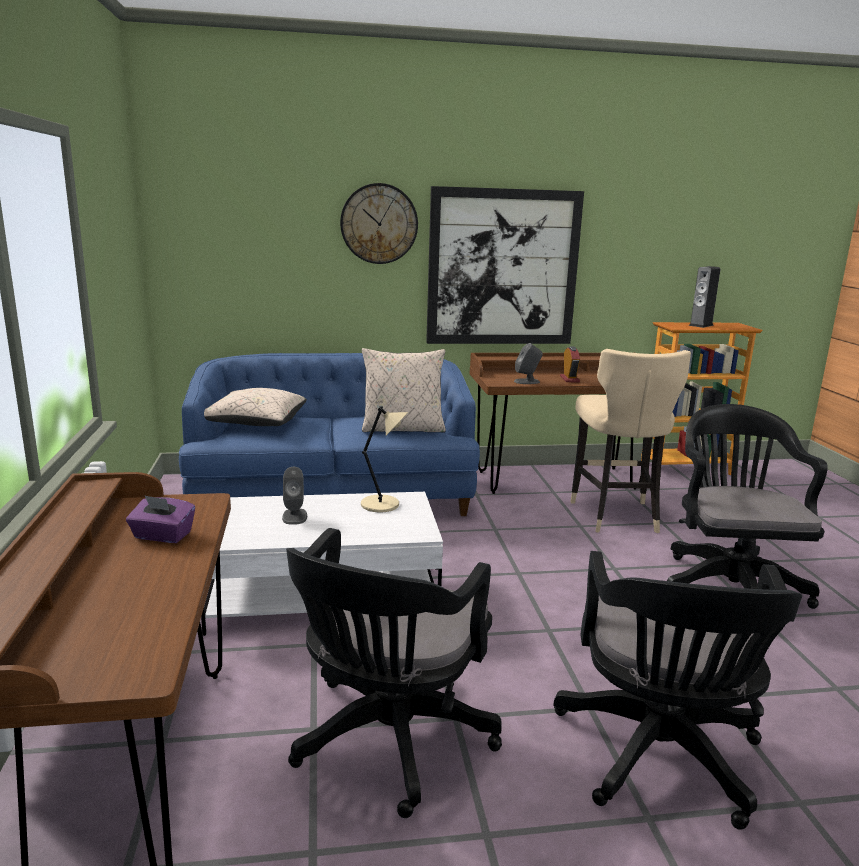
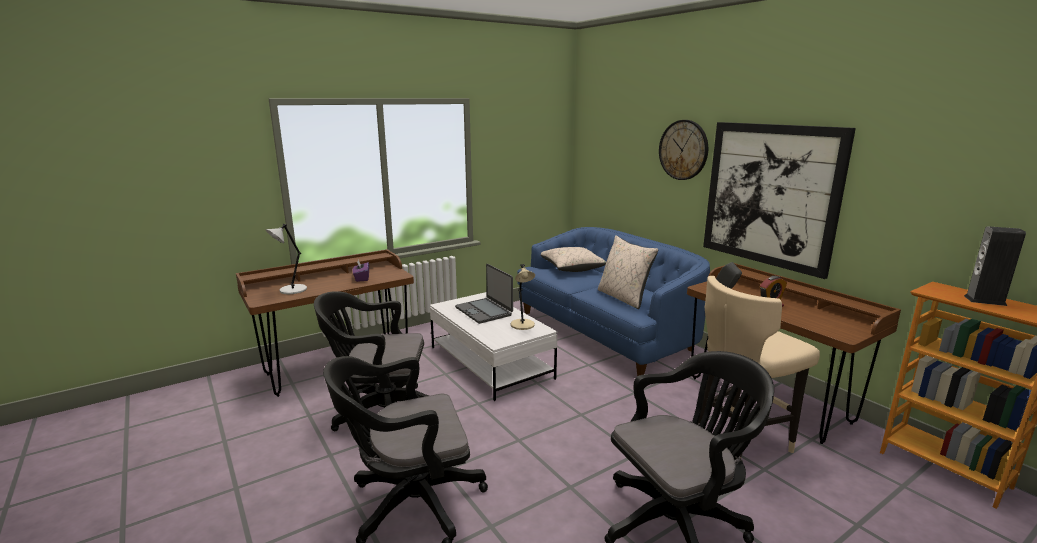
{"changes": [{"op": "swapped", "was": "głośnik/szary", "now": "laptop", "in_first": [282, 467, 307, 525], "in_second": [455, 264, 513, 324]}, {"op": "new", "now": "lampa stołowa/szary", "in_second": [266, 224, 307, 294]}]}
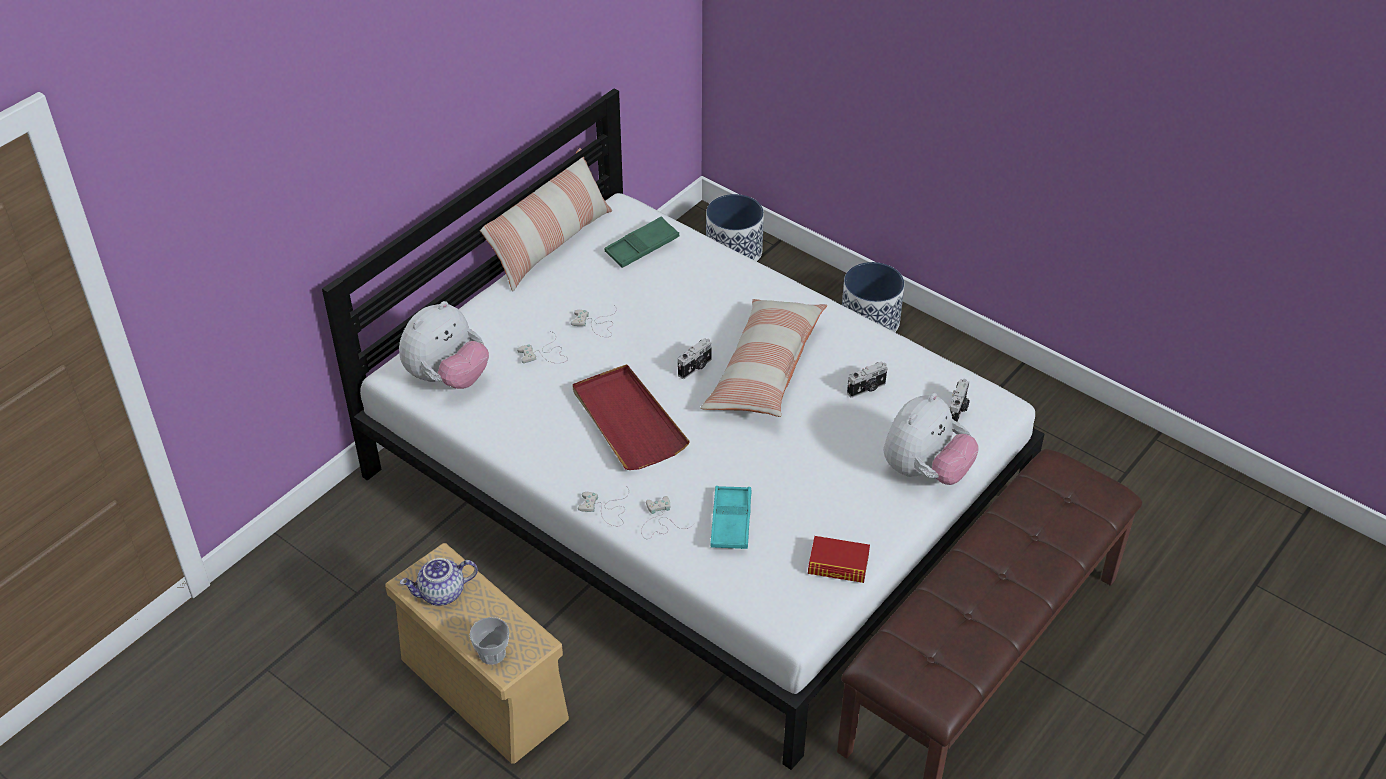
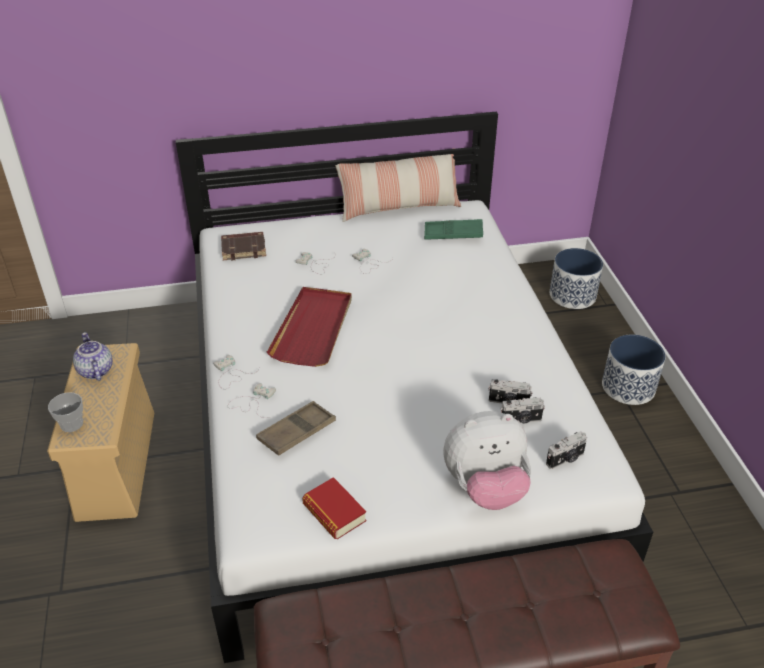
{"changes": [{"op": "swapped", "was": "pluszak", "now": "książka/brązowy", "in_first": [399, 301, 489, 389], "in_second": [221, 232, 266, 261]}, {"op": "rotated", "was": "imbryk", "in_first": [400, 558, 478, 606], "in_second": [73, 332, 113, 381], "clockwise": 45}, {"op": "shifted", "was": "aparat fotograficzny", "in_first": [678, 338, 712, 379], "in_second": [500, 397, 545, 423]}, {"op": "gone", "was": "poduszka", "in_first": [700, 299, 827, 417]}, {"op": "repainted", "was": "taca/turkusowy", "now": "taca/brązowy", "in_first": [710, 486, 752, 549], "in_second": [256, 401, 336, 456]}]}
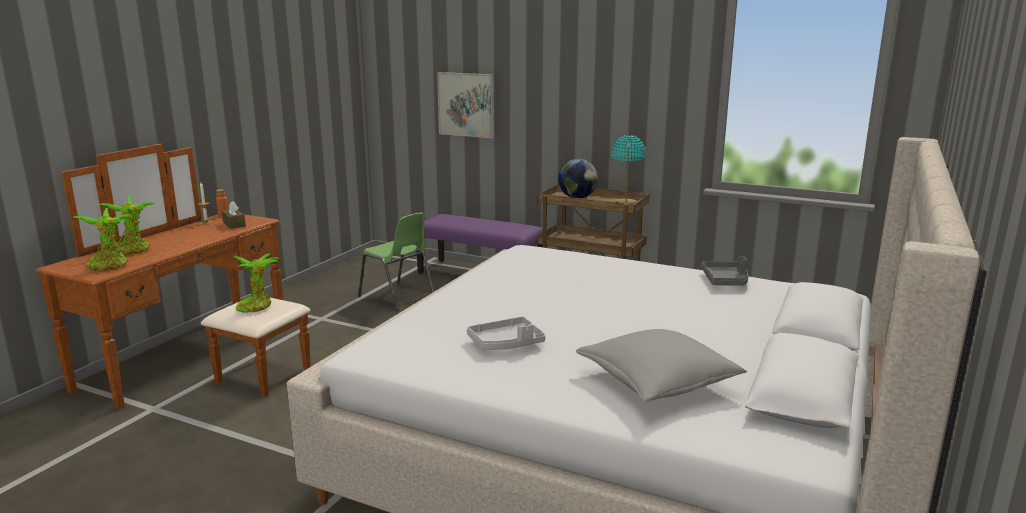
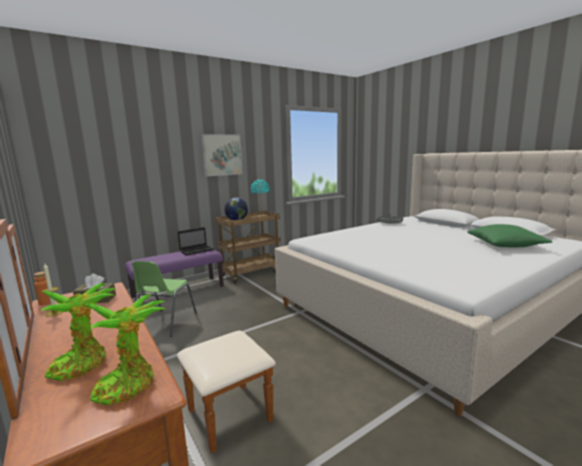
{"changes": [{"op": "gone", "was": "roślina doniczkowa", "in_first": [233, 254, 279, 313]}, {"op": "rotated", "was": "krzesło/zielony", "in_first": [358, 213, 434, 311], "in_second": [132, 261, 197, 337], "clockwise": 120}, {"op": "shifted", "was": "obraz", "in_first": [437, 72, 494, 138], "in_second": [201, 134, 243, 176]}, {"op": "gone", "was": "taca/szary", "in_first": [467, 316, 545, 350]}, {"op": "repainted", "was": "poduszka/szary", "now": "poduszka/zielony", "in_first": [576, 329, 747, 402], "in_second": [467, 224, 552, 248]}, {"op": "new", "now": "laptop", "in_second": [178, 227, 214, 255]}]}
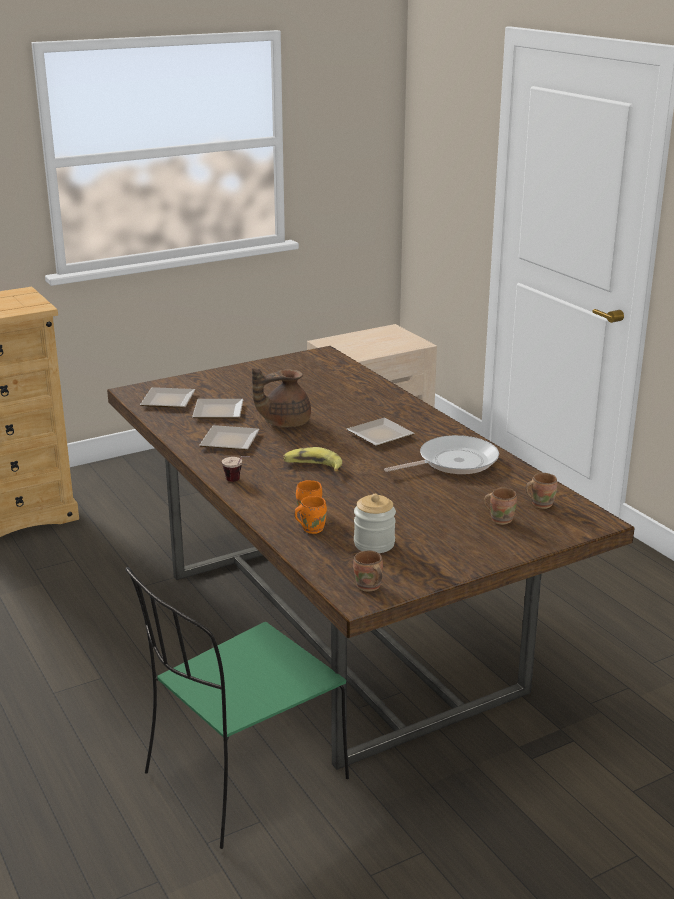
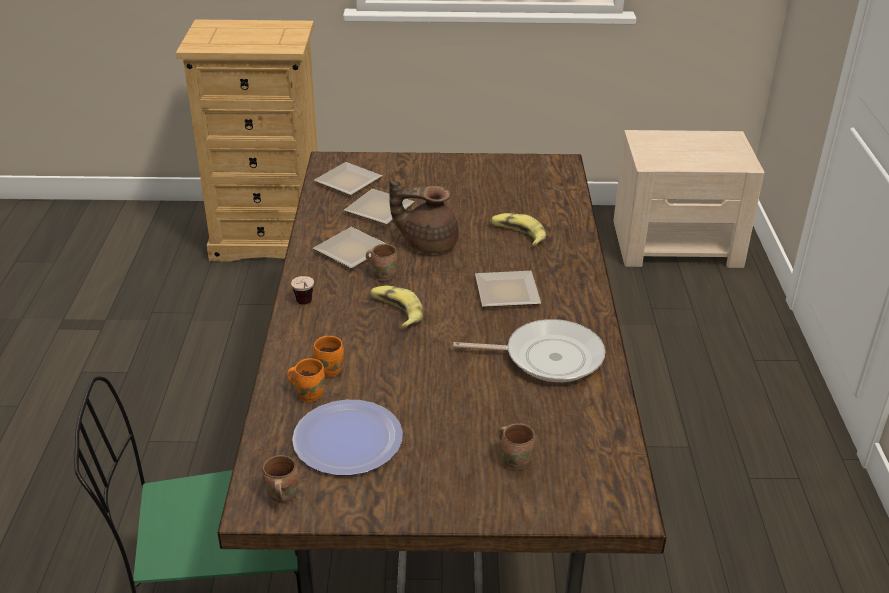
{"changes": [{"op": "swapped", "was": "słoik", "now": "talerz", "in_first": [354, 494, 396, 553], "in_second": [292, 400, 403, 476]}, {"op": "shifted", "was": "kubek/brązowy", "in_first": [525, 473, 557, 509], "in_second": [366, 244, 397, 281]}, {"op": "new", "now": "banan", "in_second": [490, 213, 546, 246]}]}
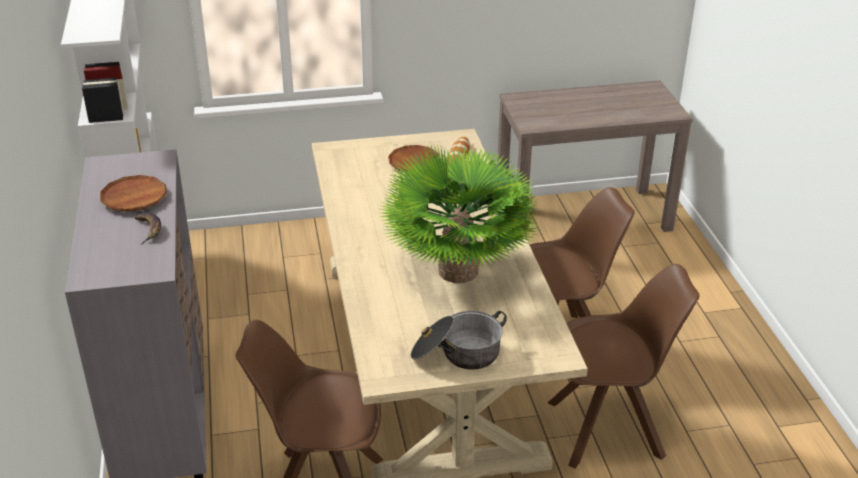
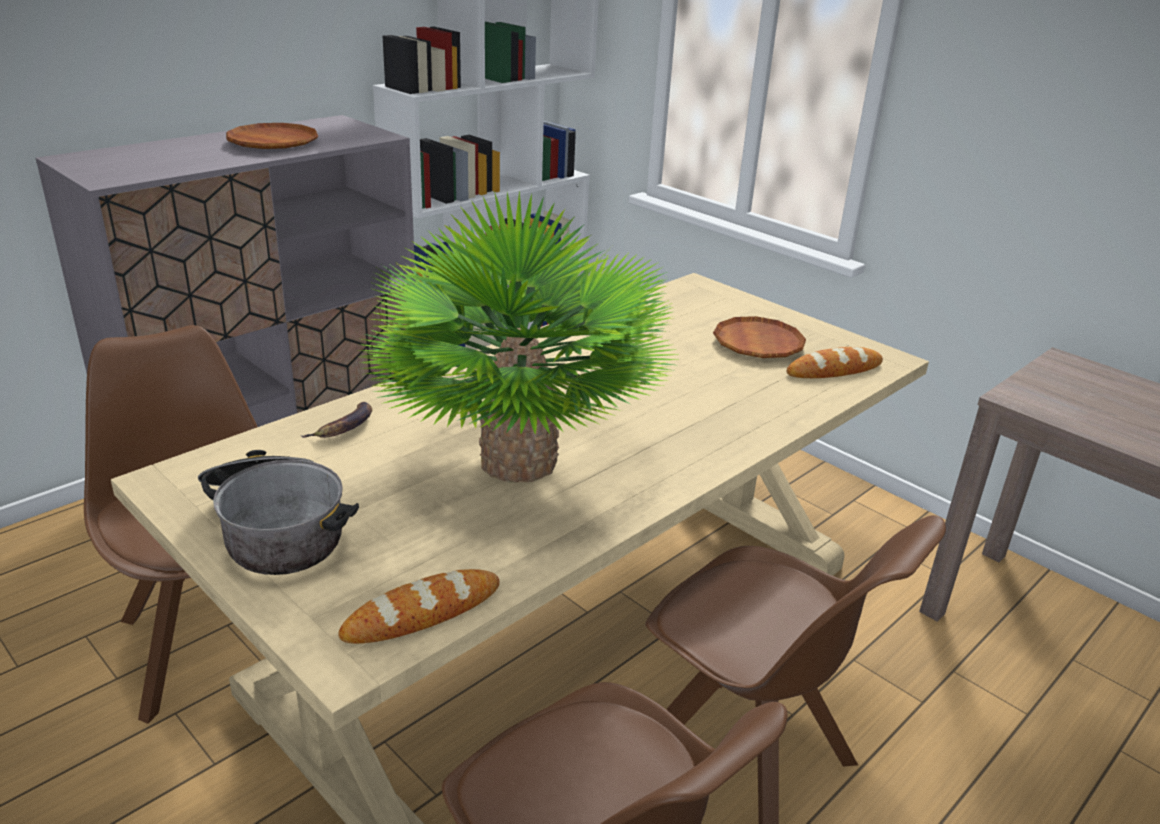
{"changes": [{"op": "shifted", "was": "banan", "in_first": [135, 213, 161, 245], "in_second": [301, 402, 372, 438]}, {"op": "new", "now": "chleb", "in_second": [338, 569, 500, 644]}]}
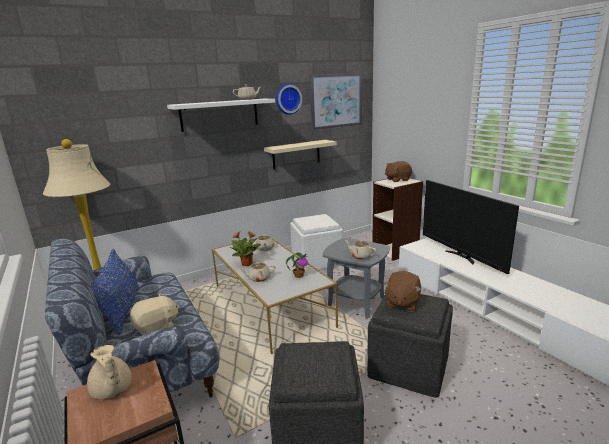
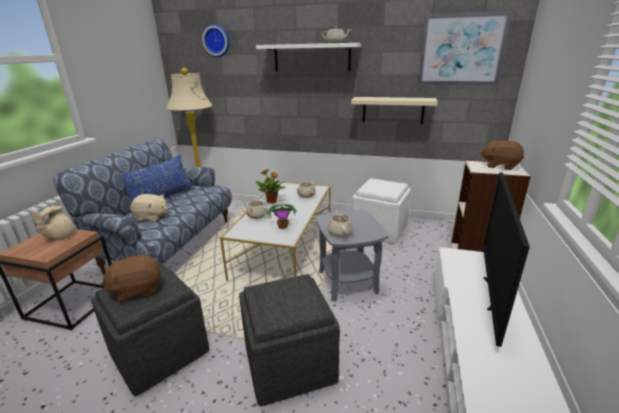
{"changes": [{"op": "shifted", "was": "zegar ścienny", "in_first": [276, 83, 302, 115], "in_second": [202, 24, 230, 57]}, {"op": "shifted", "was": "pluszak/brązowy", "in_first": [383, 271, 421, 312], "in_second": [100, 254, 162, 303]}]}
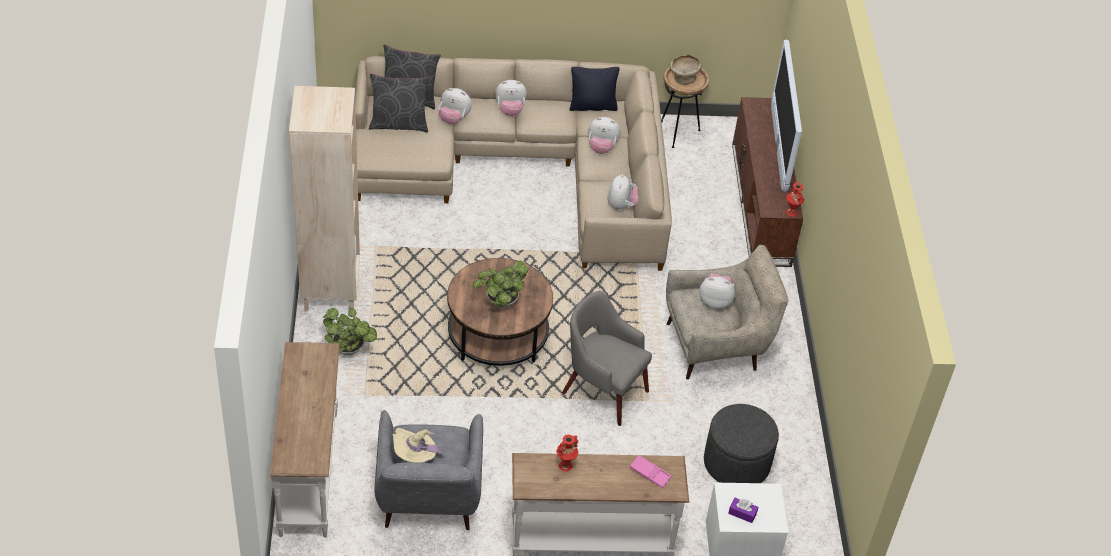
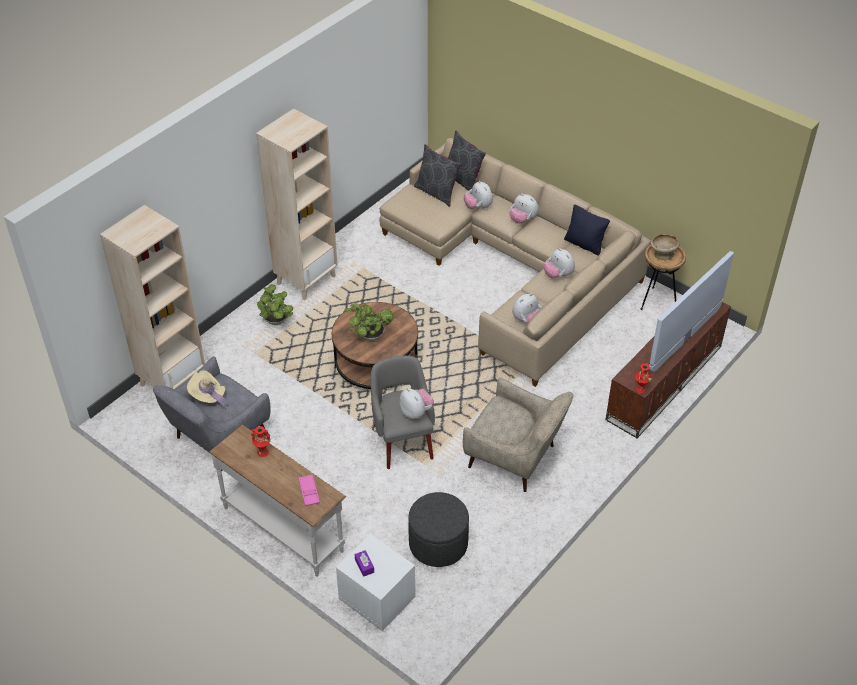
{"changes": [{"op": "swapped", "was": "stolik konsolowy/biały", "now": "regał/beżowy", "in_first": [270, 342, 340, 538], "in_second": [100, 205, 205, 389]}, {"op": "shifted", "was": "pluszak", "in_first": [699, 273, 735, 309], "in_second": [399, 388, 434, 419]}]}
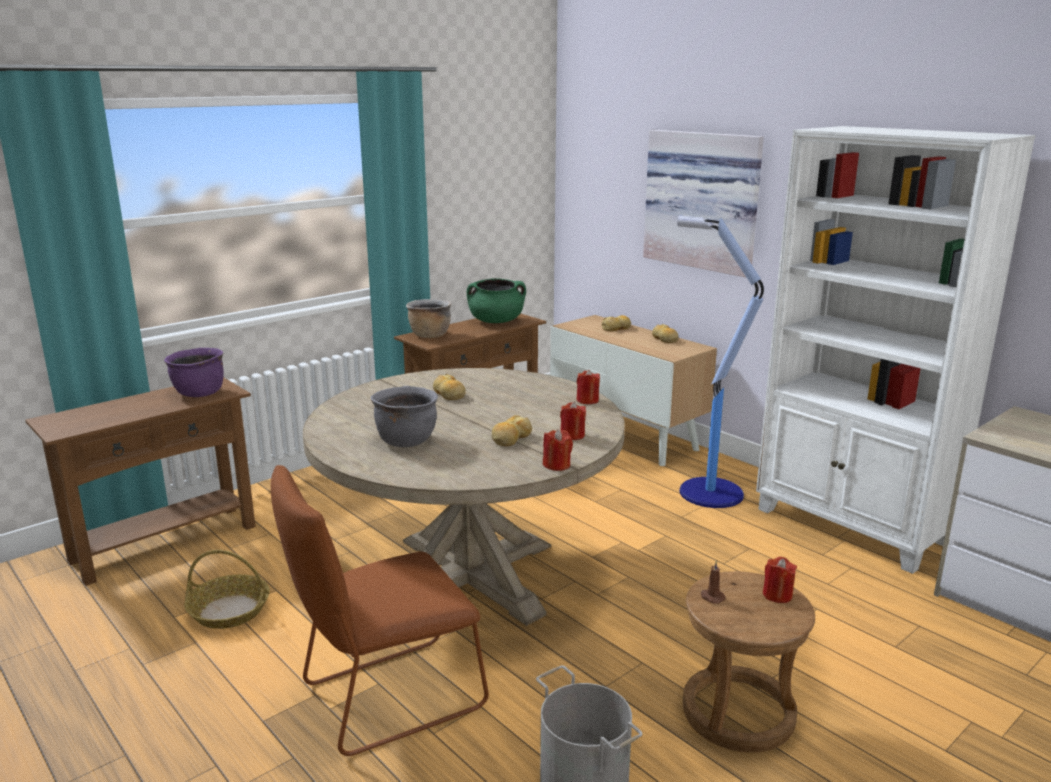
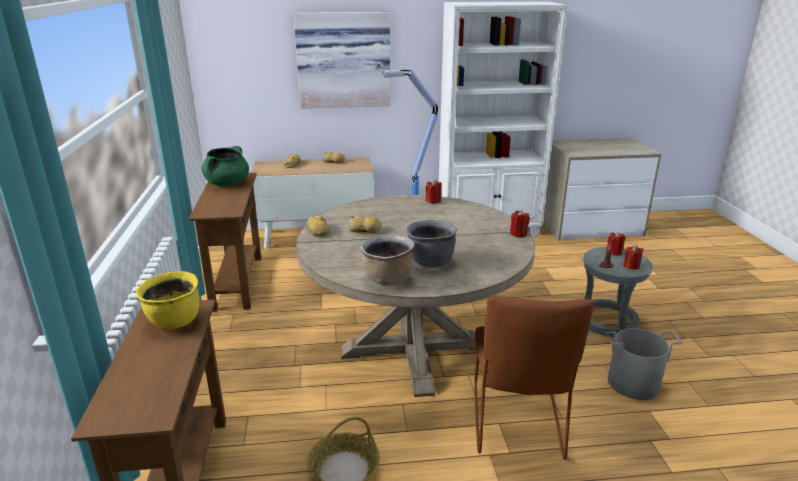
{"changes": [{"op": "repainted", "was": "garnek/fioletowy", "now": "garnek/żółty", "in_first": [164, 348, 224, 397], "in_second": [136, 271, 199, 329]}, {"op": "shifted", "was": "garnek/brązowy", "in_first": [406, 299, 451, 338], "in_second": [360, 234, 415, 286]}, {"op": "shifted", "was": "chleb", "in_first": [491, 415, 532, 446], "in_second": [307, 215, 330, 237]}, {"op": "shifted", "was": "świeca/czerwony", "in_first": [560, 402, 586, 440], "in_second": [623, 245, 643, 270]}, {"op": "repainted", "was": "stołek/brązowy", "now": "stołek/szary", "in_first": [683, 571, 815, 753], "in_second": [583, 247, 653, 337]}]}
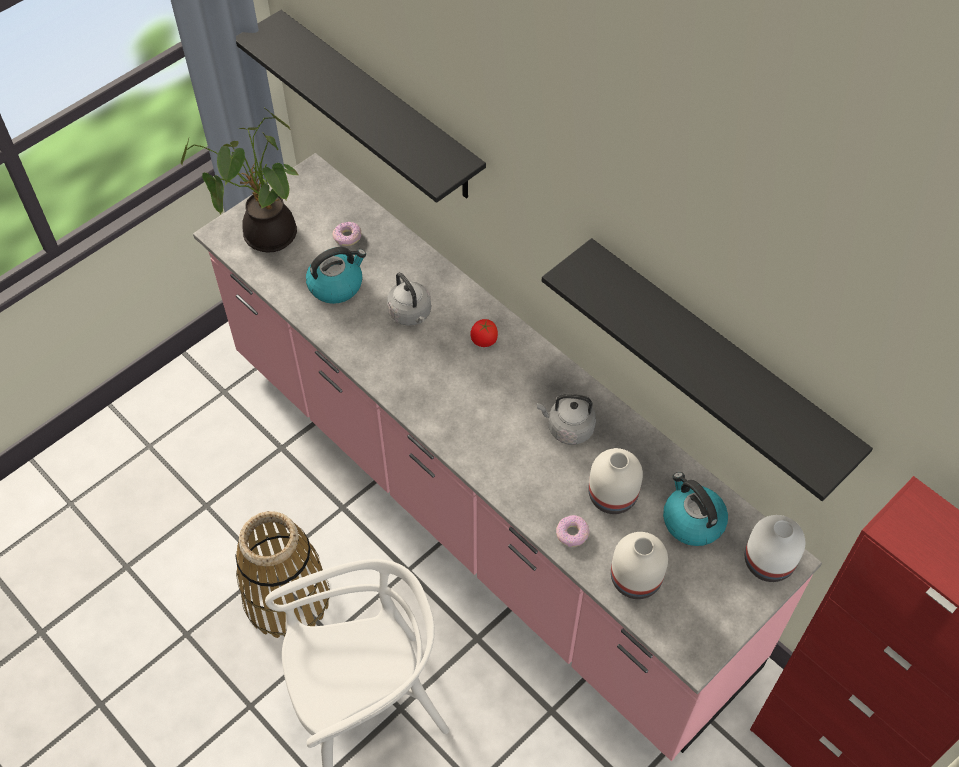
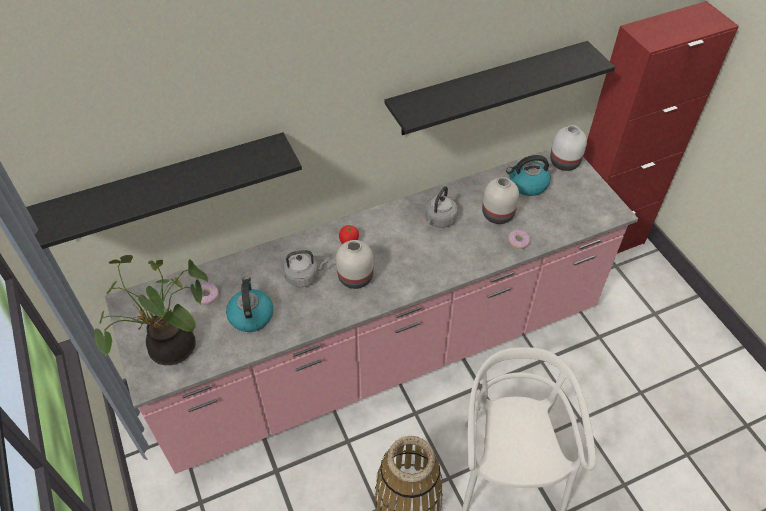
{"changes": [{"op": "shifted", "was": "wazon/biały", "in_first": [611, 532, 668, 599], "in_second": [336, 240, 373, 289]}]}
